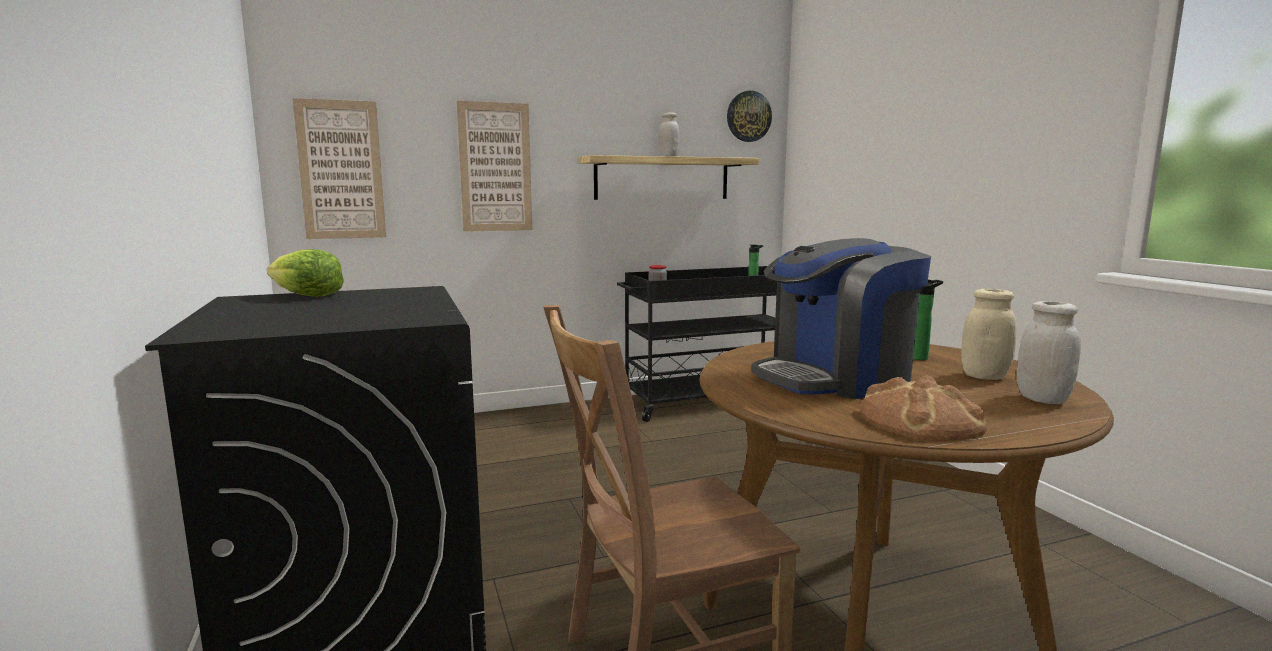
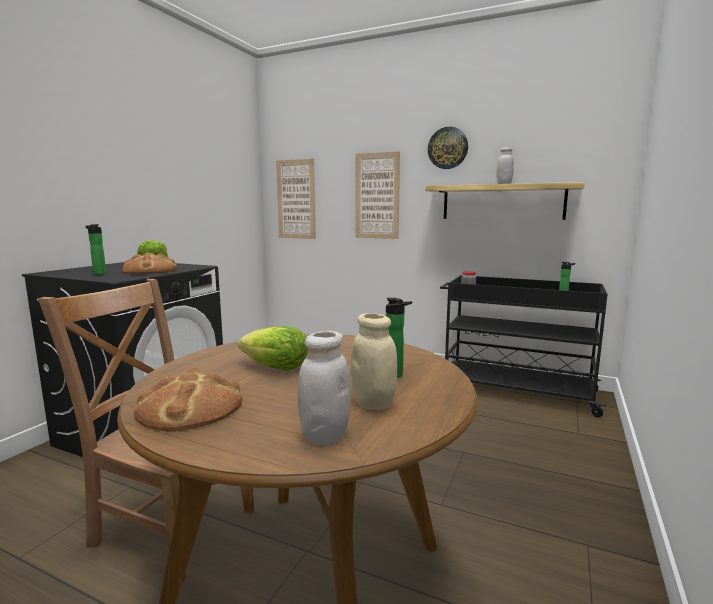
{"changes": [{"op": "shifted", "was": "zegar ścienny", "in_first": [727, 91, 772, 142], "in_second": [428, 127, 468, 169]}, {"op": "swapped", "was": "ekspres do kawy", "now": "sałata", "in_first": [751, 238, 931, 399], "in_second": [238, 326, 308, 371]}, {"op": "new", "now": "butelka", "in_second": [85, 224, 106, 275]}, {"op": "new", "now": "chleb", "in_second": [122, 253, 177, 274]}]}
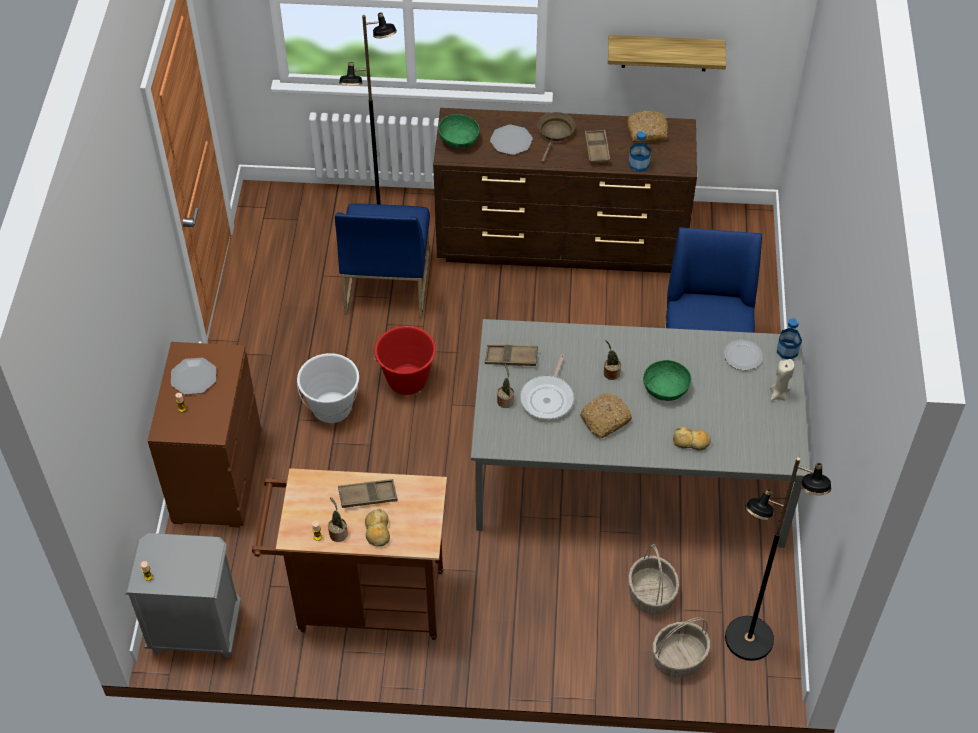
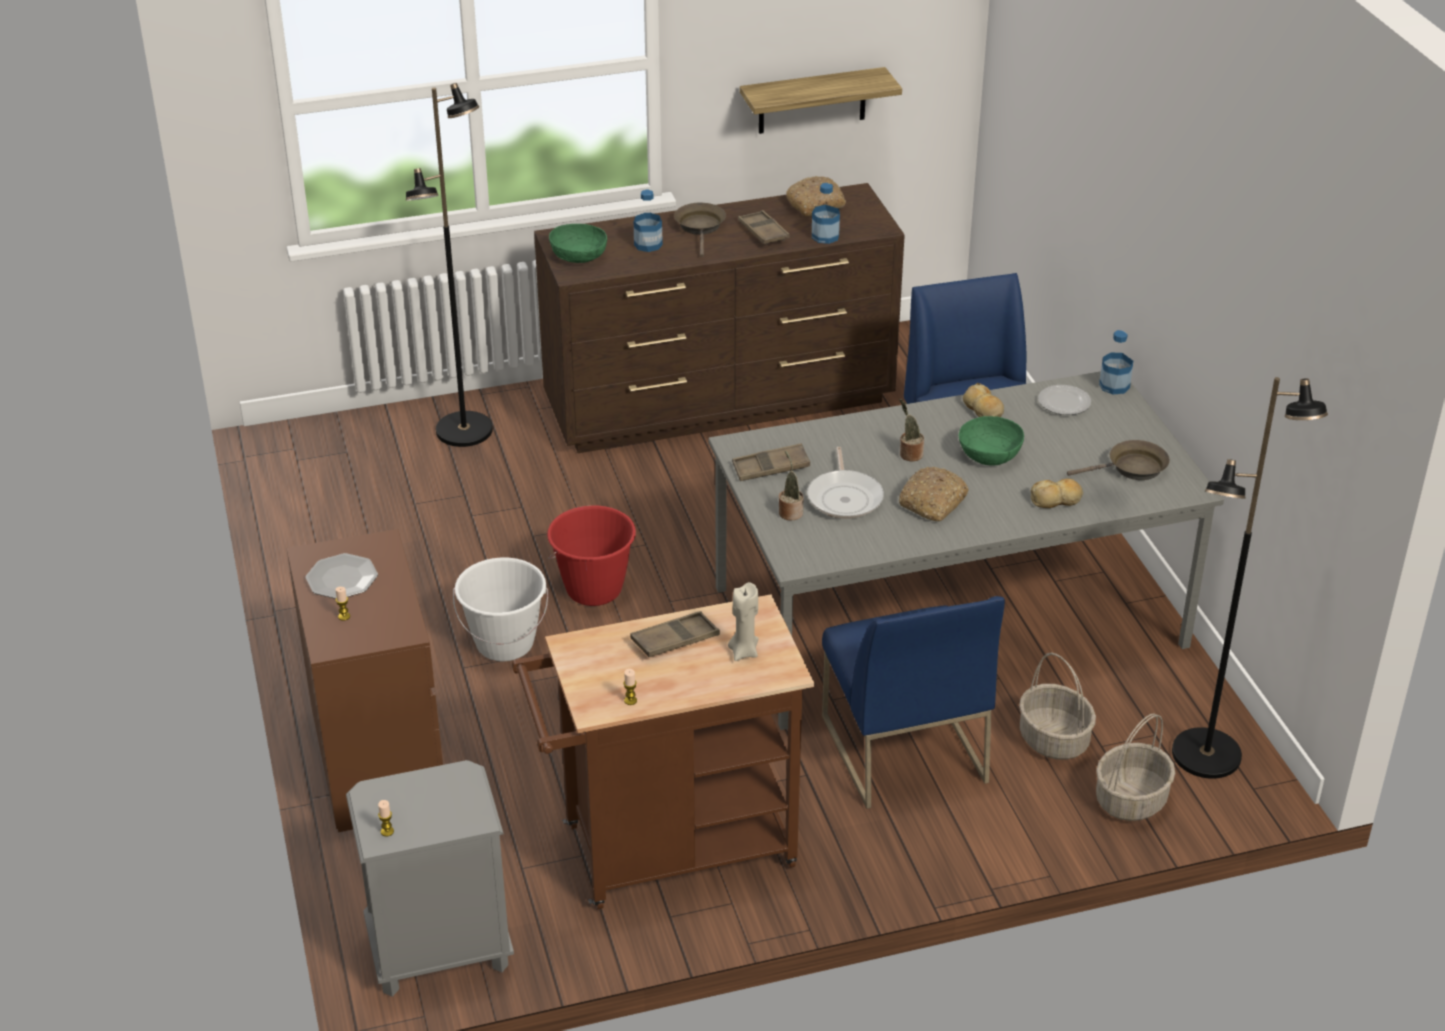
{"changes": [{"op": "gone", "was": "roślina doniczkowa", "in_first": [328, 497, 348, 542]}, {"op": "shifted", "was": "krzesło/niebieski", "in_first": [335, 204, 430, 318], "in_second": [822, 596, 1005, 809]}, {"op": "shifted", "was": "chleb", "in_first": [365, 509, 390, 547], "in_second": [963, 383, 1004, 417]}, {"op": "swapped", "was": "talerz", "now": "butelka", "in_first": [490, 124, 533, 155], "in_second": [634, 190, 663, 252]}, {"op": "shifted", "was": "świeca/beżowy", "in_first": [770, 359, 795, 401], "in_second": [728, 582, 759, 661]}, {"op": "new", "now": "patelnia/brązowy", "in_second": [1067, 440, 1170, 480]}]}
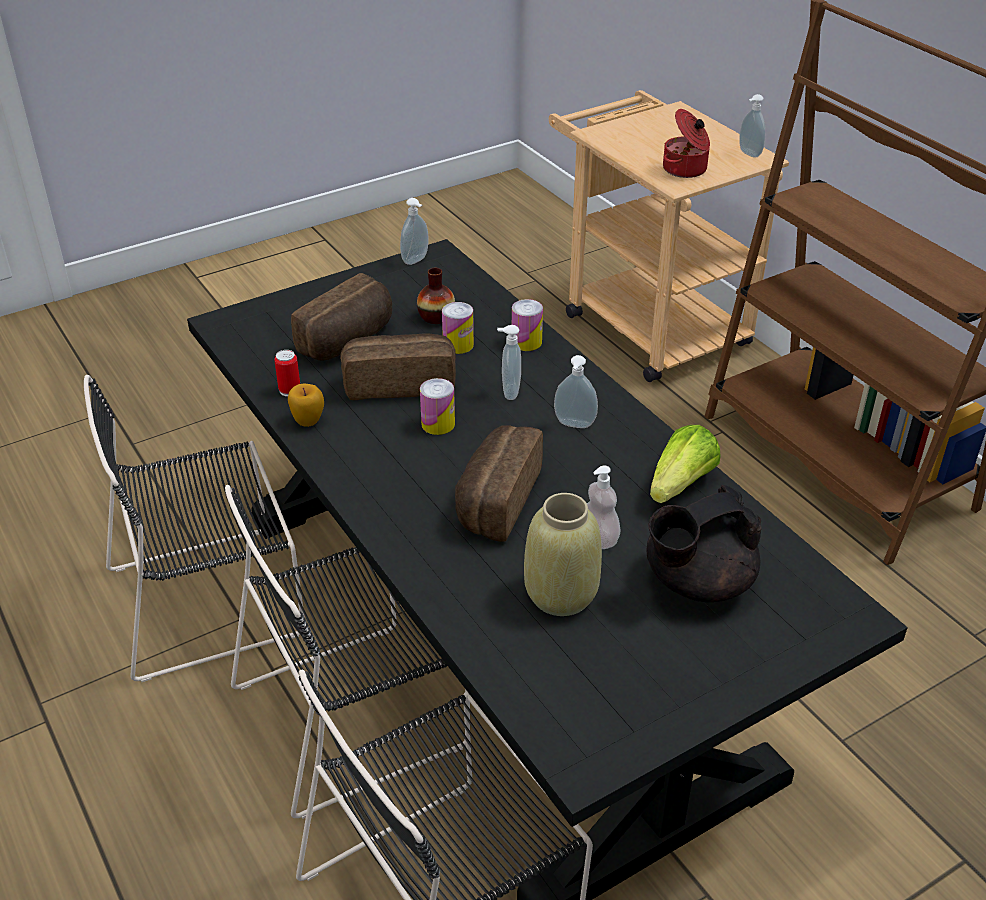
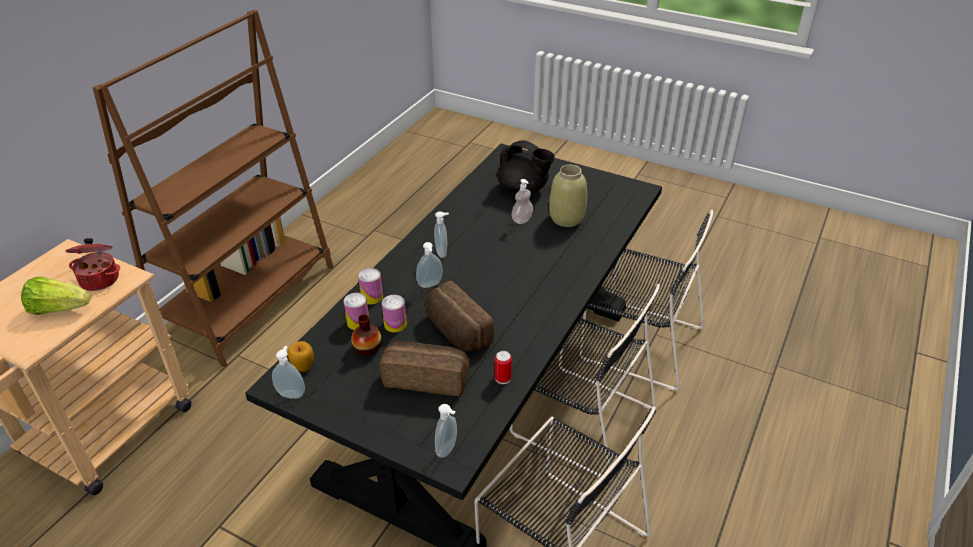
{"changes": [{"op": "shifted", "was": "jabłko", "in_first": [288, 383, 324, 427], "in_second": [288, 341, 314, 372]}, {"op": "shifted", "was": "puszka", "in_first": [420, 378, 455, 435], "in_second": [344, 293, 369, 330]}, {"op": "gone", "was": "chleb", "in_first": [455, 425, 543, 542]}, {"op": "shifted", "was": "sałata", "in_first": [650, 425, 721, 503], "in_second": [21, 276, 91, 315]}, {"op": "shifted", "was": "dozownik mydła", "in_first": [739, 94, 765, 158], "in_second": [435, 404, 457, 458]}]}
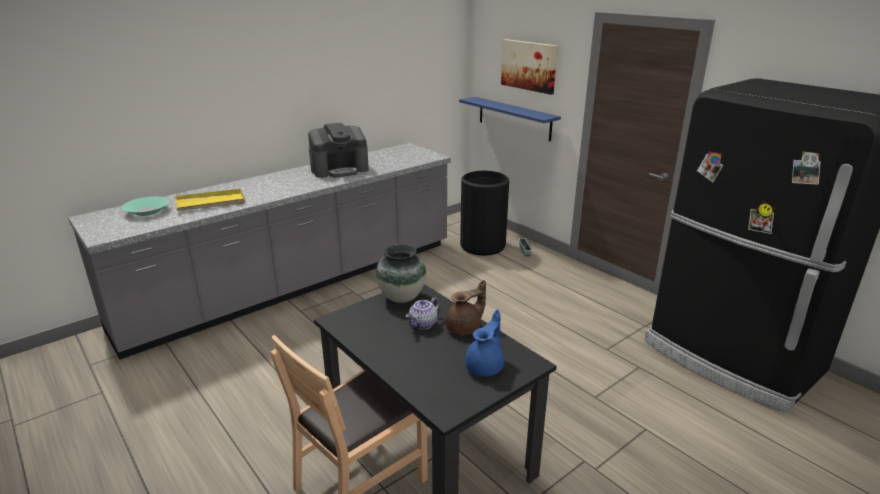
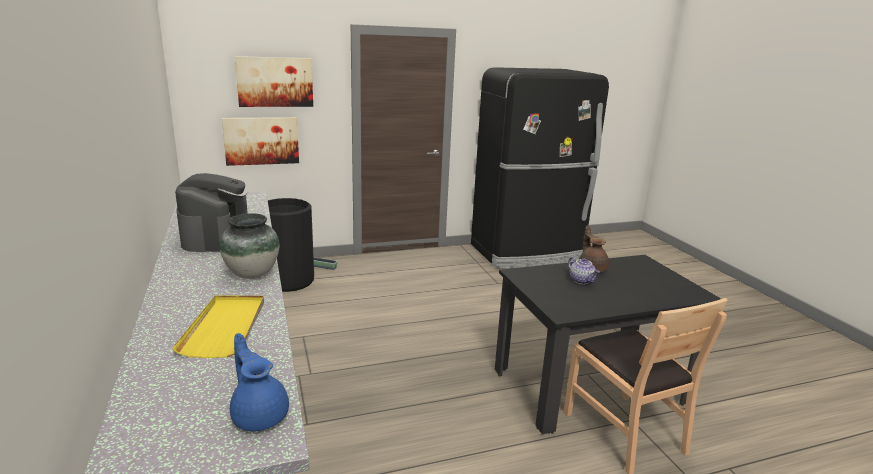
{"changes": [{"op": "gone", "was": "miska/turkusowy", "in_first": [122, 196, 169, 216]}, {"op": "shifted", "was": "wazon", "in_first": [376, 244, 426, 303], "in_second": [219, 213, 279, 279]}, {"op": "swapped", "was": "półka/niebieski", "now": "obraz", "in_first": [459, 97, 561, 141], "in_second": [222, 117, 299, 166]}, {"op": "shifted", "was": "imbryk/niebieski", "in_first": [465, 310, 504, 376], "in_second": [230, 333, 289, 431]}]}
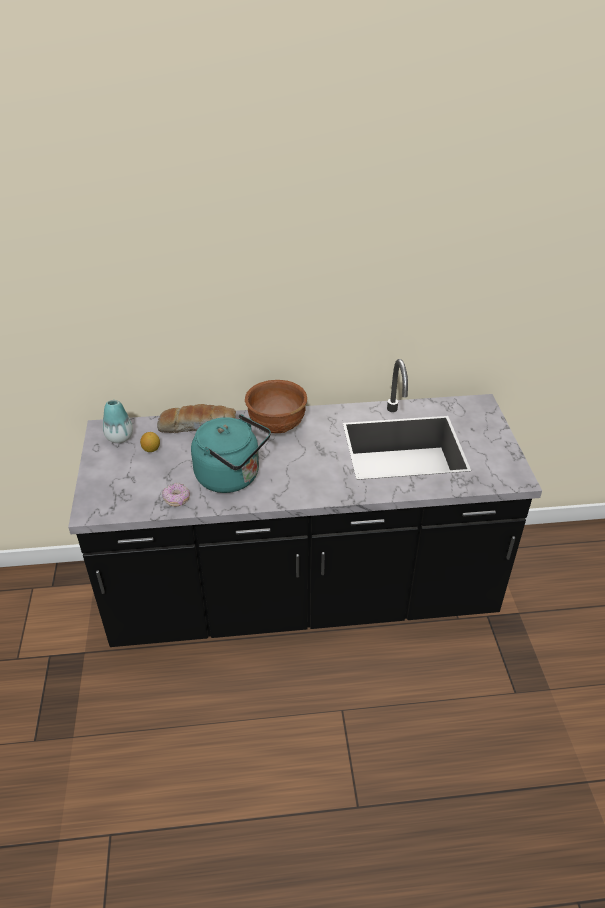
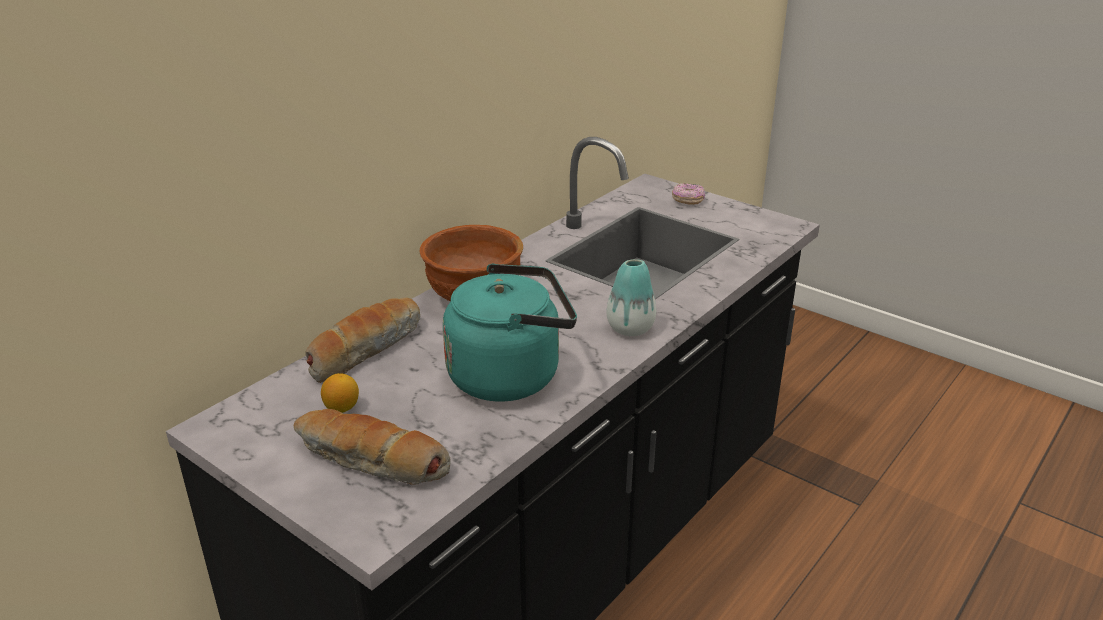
{"changes": [{"op": "shifted", "was": "wazon", "in_first": [103, 400, 133, 443], "in_second": [606, 259, 656, 336]}, {"op": "shifted", "was": "donut", "in_first": [162, 483, 190, 506], "in_second": [672, 183, 705, 205]}, {"op": "new", "now": "chleb", "in_second": [294, 409, 451, 484]}]}
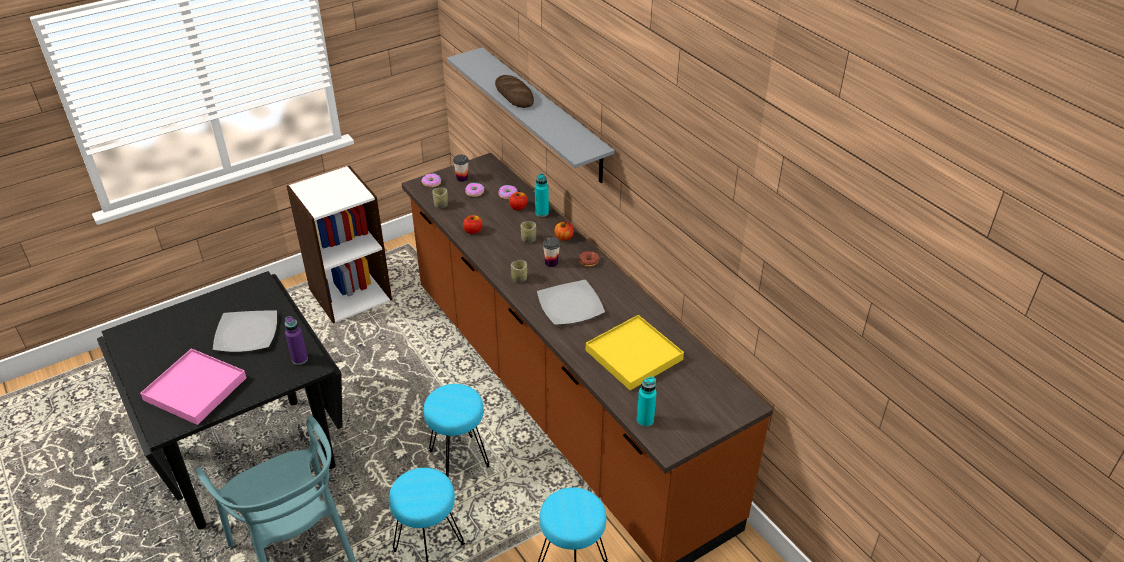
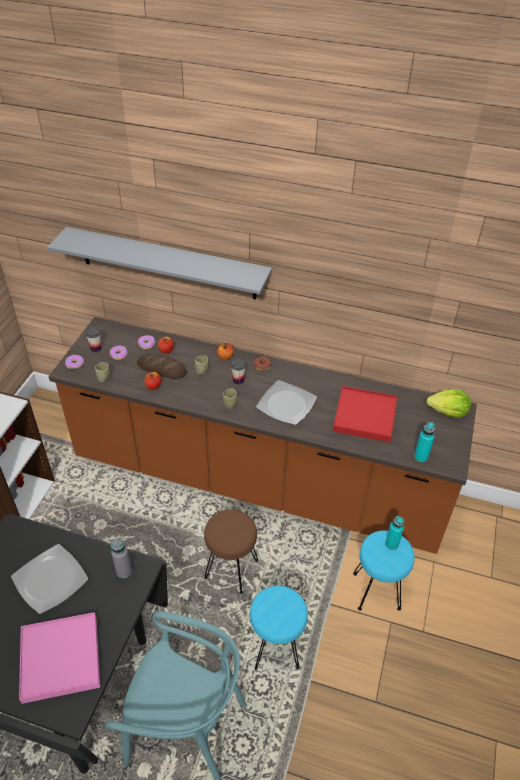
{"changes": [{"op": "repainted", "was": "butelka/fioletowy", "now": "butelka/szary", "in_first": [285, 316, 308, 365], "in_second": [111, 539, 132, 578]}, {"op": "repainted", "was": "stołek/turkusowy", "now": "stołek/brązowy", "in_first": [423, 384, 490, 478], "in_second": [204, 510, 259, 594]}, {"op": "shifted", "was": "chleb", "in_first": [495, 75, 534, 108], "in_second": [137, 354, 187, 379]}, {"op": "shifted", "was": "butelka/turkusowy", "in_first": [535, 173, 549, 217], "in_second": [385, 516, 404, 550]}, {"op": "repainted", "was": "taca/żółty", "now": "taca/czerwony", "in_first": [586, 315, 684, 390], "in_second": [333, 386, 397, 442]}, {"op": "new", "now": "sałata", "in_second": [426, 389, 471, 418]}]}
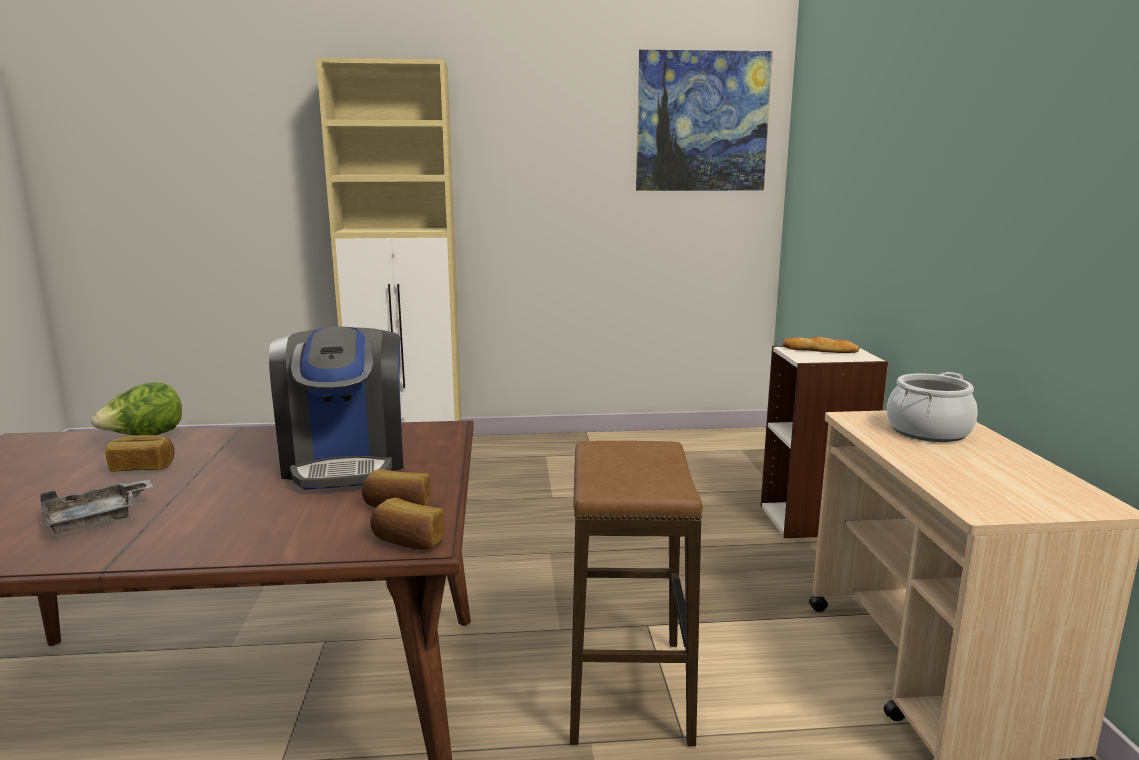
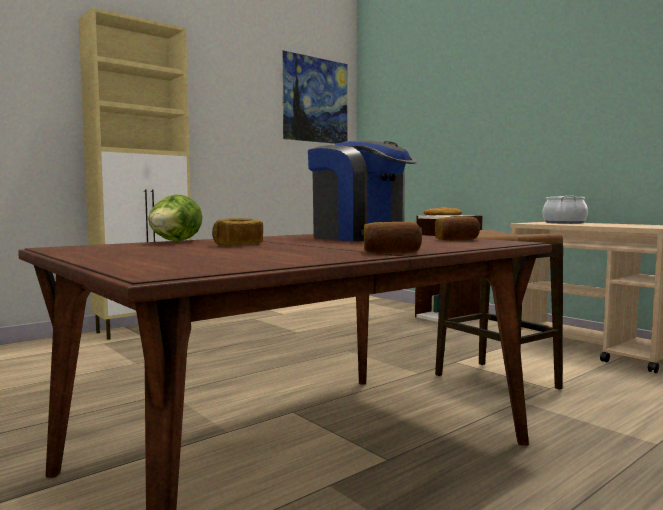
{"changes": [{"op": "gone", "was": "taca/szary", "in_first": [40, 479, 153, 533]}, {"op": "shifted", "was": "chleb", "in_first": [370, 498, 444, 550], "in_second": [364, 222, 422, 254]}]}
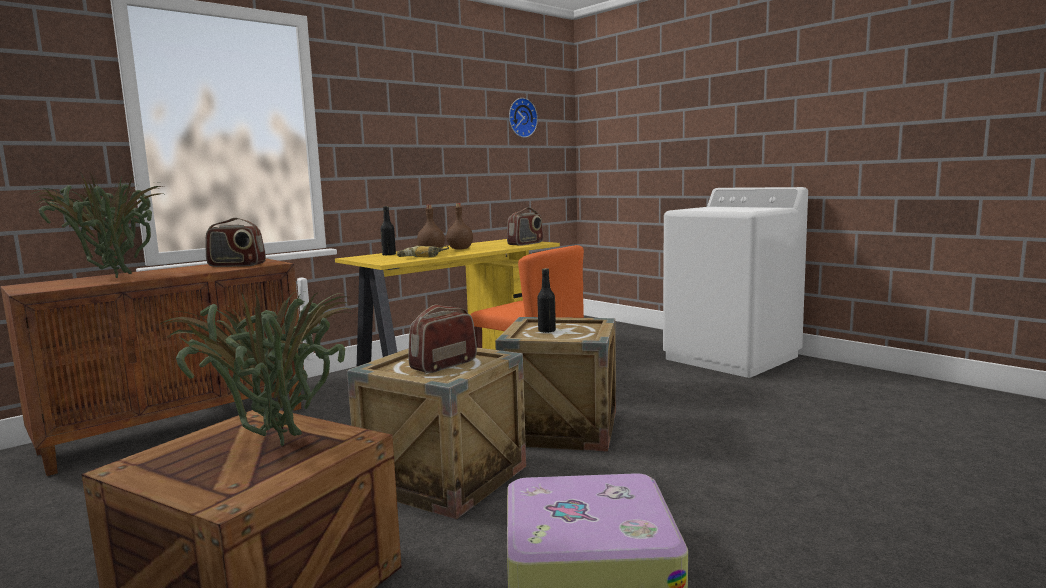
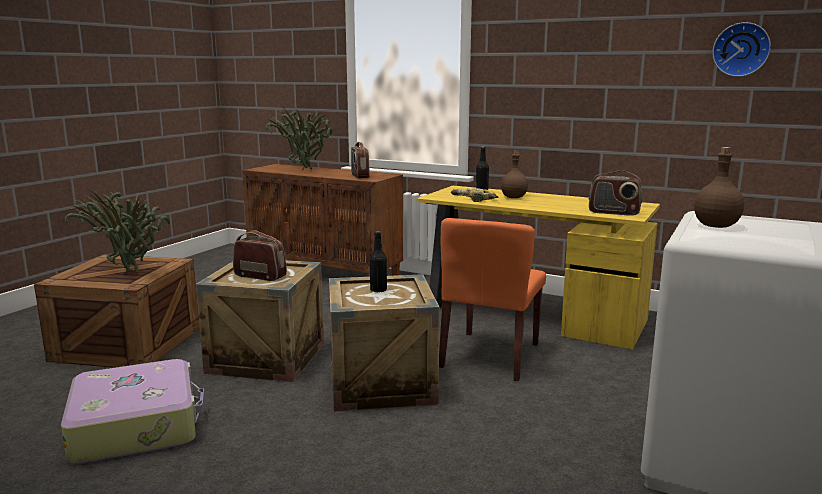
{"changes": [{"op": "shifted", "was": "butelka/brązowy", "in_first": [446, 203, 473, 250], "in_second": [694, 147, 744, 228]}]}
